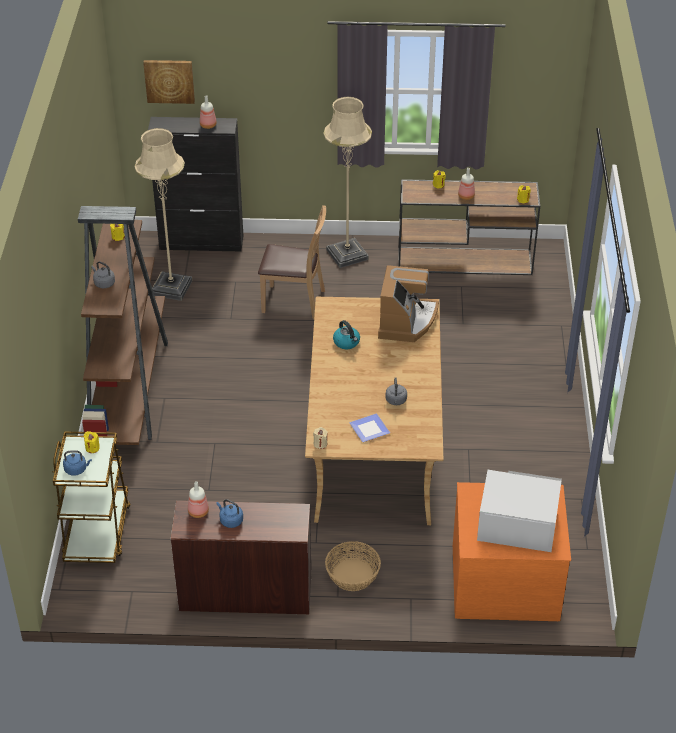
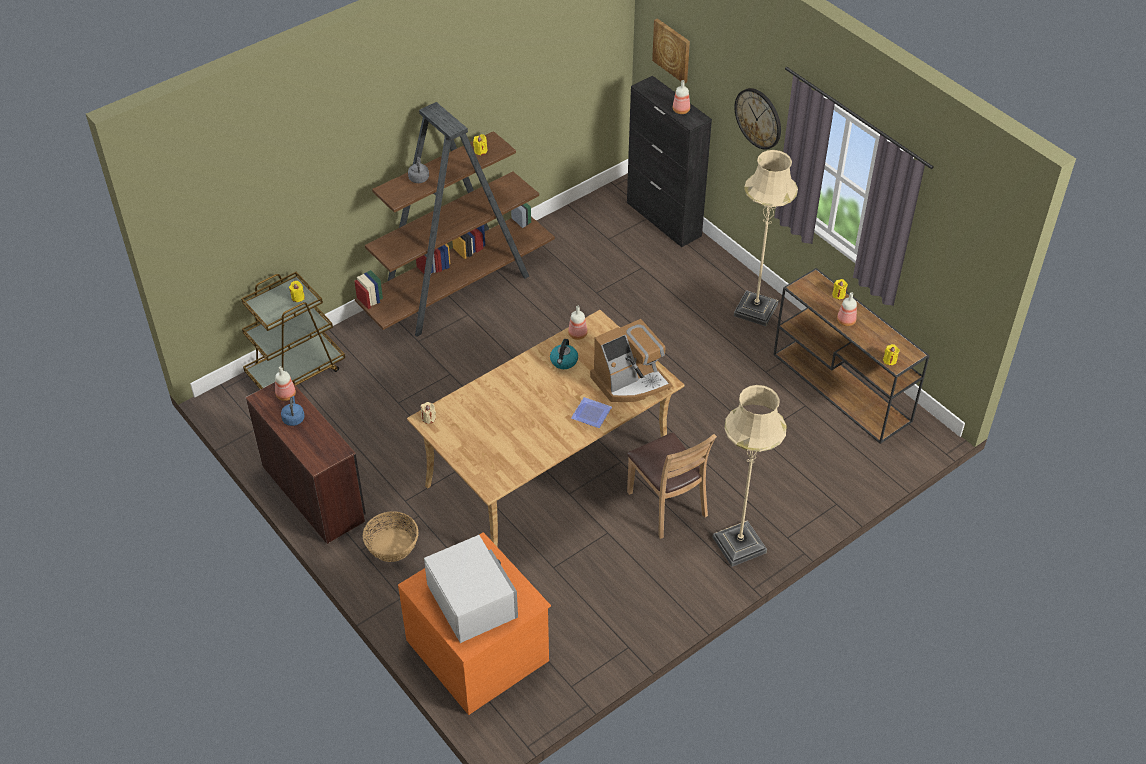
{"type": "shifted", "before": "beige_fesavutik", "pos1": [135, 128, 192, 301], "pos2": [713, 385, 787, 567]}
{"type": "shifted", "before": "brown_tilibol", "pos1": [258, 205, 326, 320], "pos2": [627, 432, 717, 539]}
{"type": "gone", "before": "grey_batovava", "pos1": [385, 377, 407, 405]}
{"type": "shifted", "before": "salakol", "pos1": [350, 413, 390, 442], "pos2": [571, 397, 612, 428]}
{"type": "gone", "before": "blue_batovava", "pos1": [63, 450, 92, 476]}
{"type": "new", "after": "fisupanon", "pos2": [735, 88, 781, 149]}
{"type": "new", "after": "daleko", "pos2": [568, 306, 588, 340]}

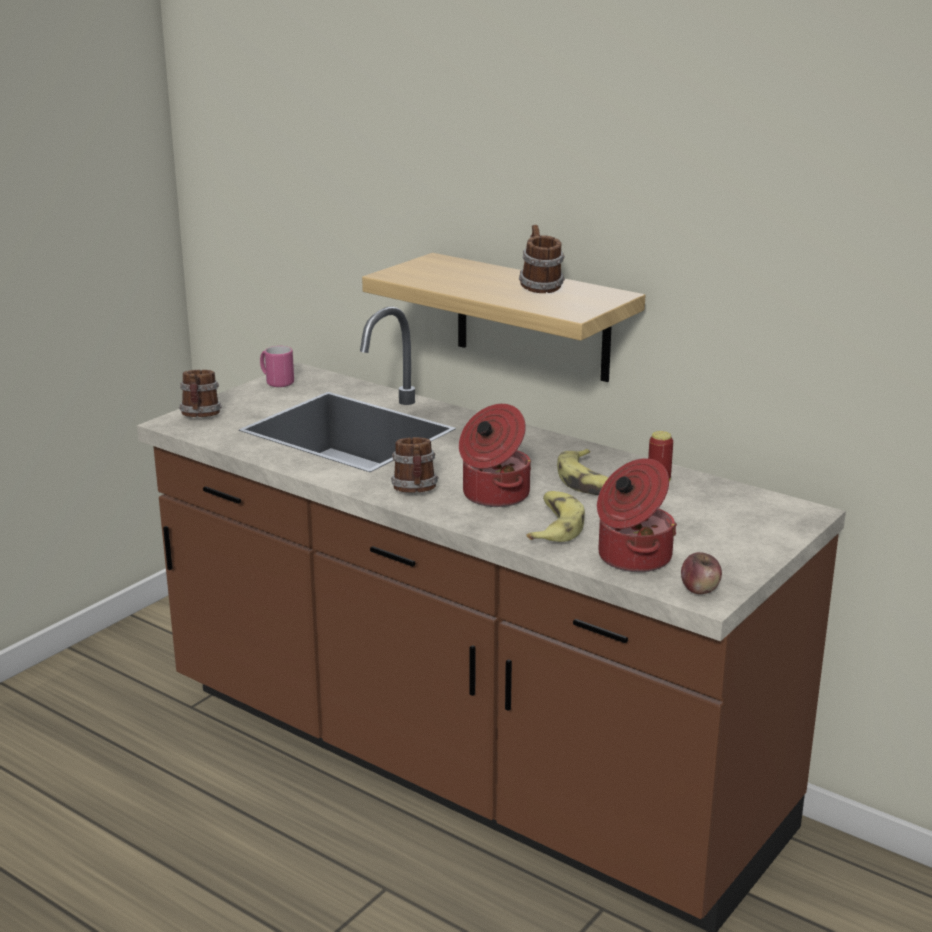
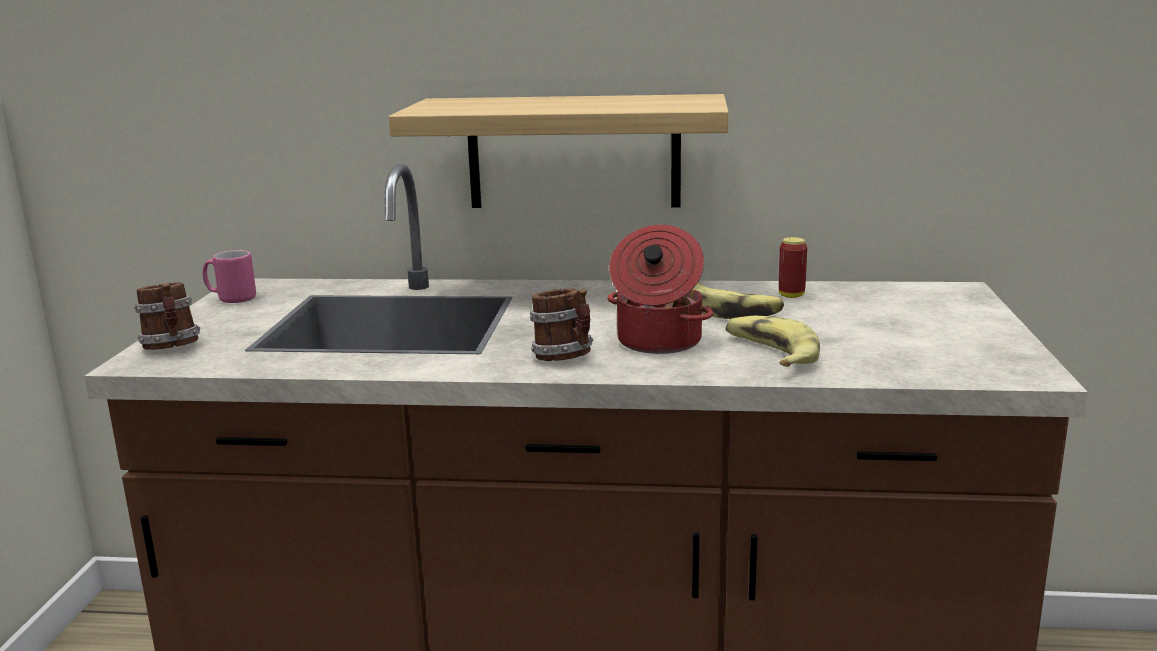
{"type": "gone", "before": "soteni", "pos1": [519, 225, 565, 293]}
{"type": "gone", "before": "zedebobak", "pos1": [597, 458, 677, 572]}
{"type": "gone", "before": "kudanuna", "pos1": [681, 552, 722, 594]}

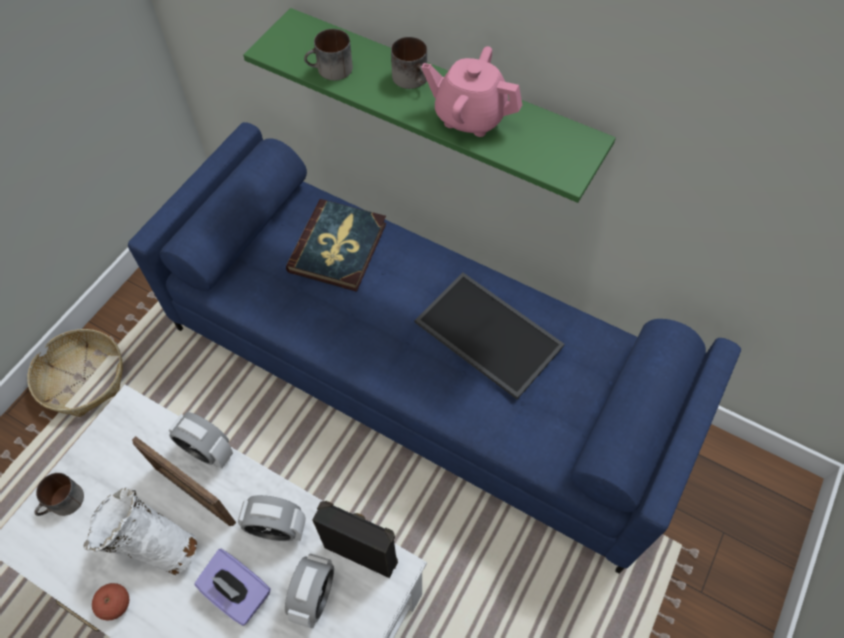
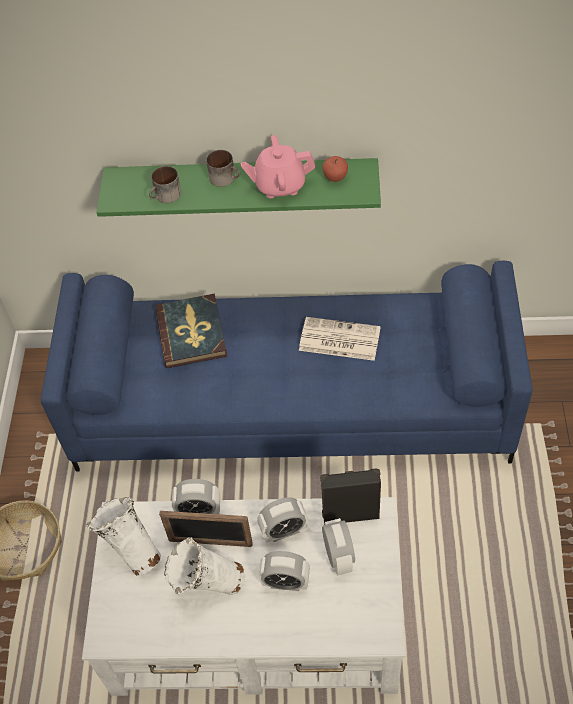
{"type": "swapped", "before": "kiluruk", "after": "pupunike", "pos1": [415, 273, 565, 399], "pos2": [299, 317, 381, 361]}
{"type": "gone", "before": "soteni", "pos1": [34, 473, 84, 516]}
{"type": "swapped", "before": "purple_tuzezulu", "after": "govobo", "pos1": [195, 549, 271, 626], "pos2": [258, 551, 310, 591]}
{"type": "shifted", "before": "kudanuna", "pos1": [92, 583, 129, 620], "pos2": [322, 156, 348, 182]}
{"type": "new", "after": "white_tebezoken", "pos2": [86, 497, 161, 576]}

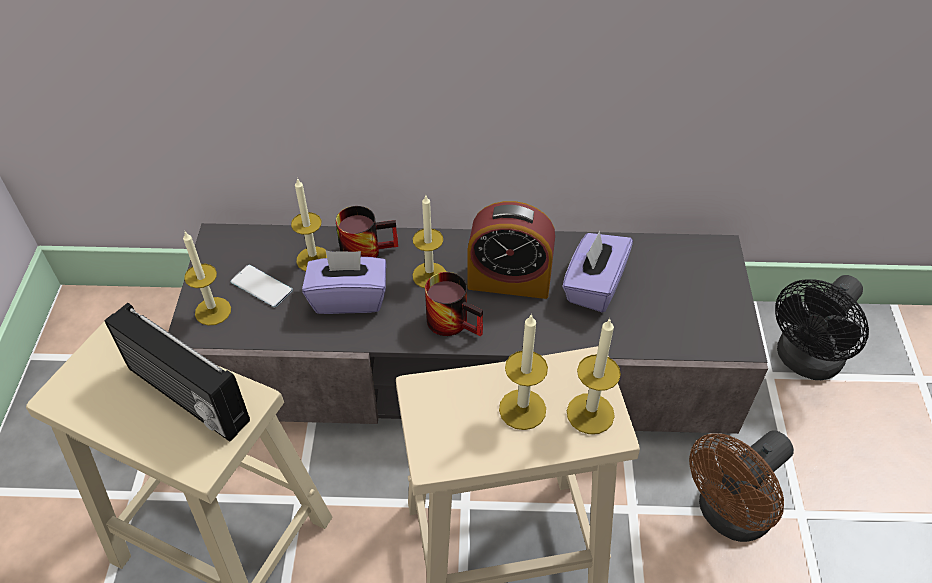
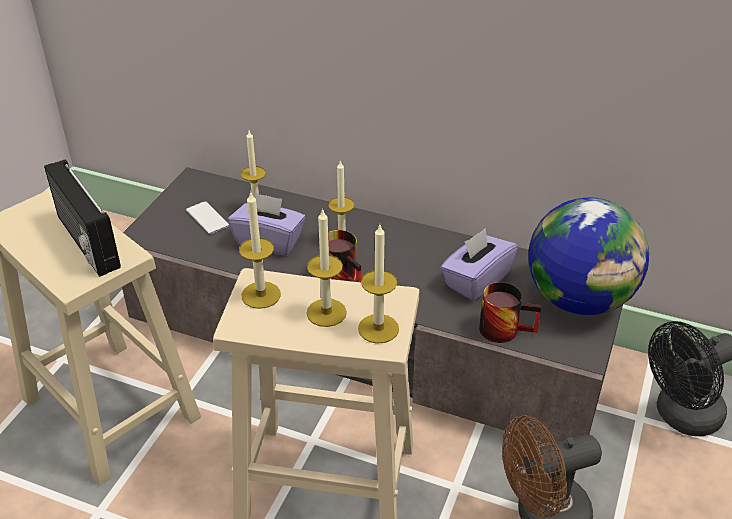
{"type": "gone", "before": "govobo", "pos1": [468, 201, 555, 299]}
{"type": "shifted", "before": "soteni", "pos1": [336, 206, 398, 258], "pos2": [479, 282, 541, 343]}
{"type": "shifted", "before": "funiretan", "pos1": [183, 232, 231, 326], "pos2": [239, 191, 281, 309]}
{"type": "new", "after": "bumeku", "pos2": [528, 197, 649, 315]}

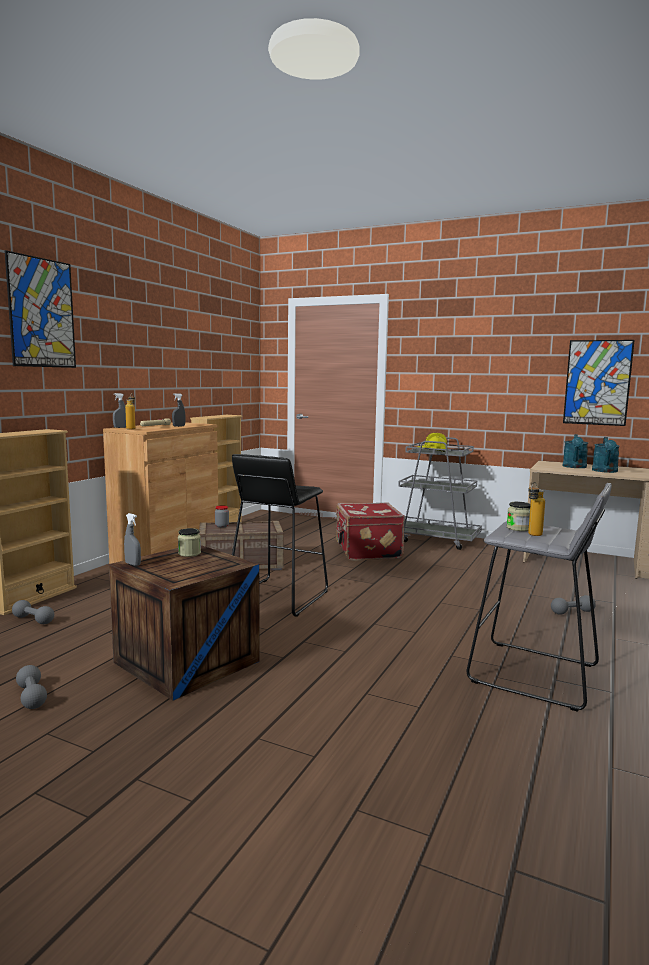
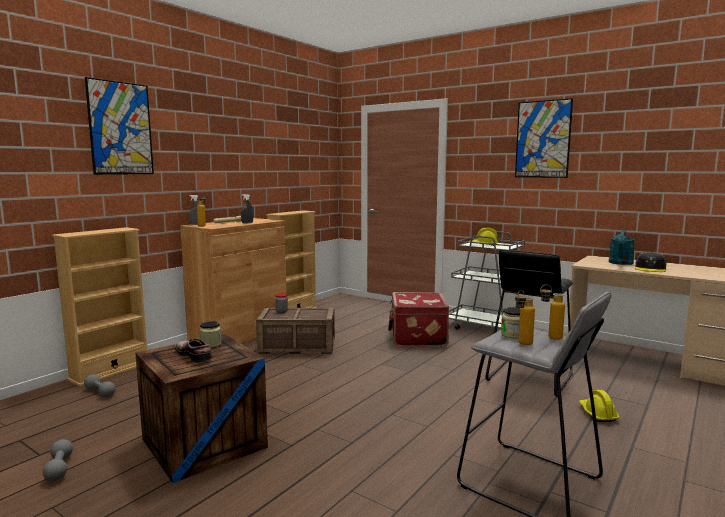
{"type": "shifted", "before": "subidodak", "pos1": [563, 340, 635, 426], "pos2": [515, 98, 573, 178]}
{"type": "swapped", "before": "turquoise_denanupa", "after": "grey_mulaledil", "pos1": [592, 437, 620, 473], "pos2": [635, 252, 666, 272]}
{"type": "shifted", "before": "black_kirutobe", "pos1": [232, 454, 328, 617], "pos2": [485, 250, 573, 397]}
{"type": "gone", "before": "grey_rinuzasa", "pos1": [124, 513, 141, 566]}
{"type": "swapped", "before": "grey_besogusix", "after": "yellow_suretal", "pos1": [551, 595, 596, 615], "pos2": [579, 390, 620, 422]}
{"type": "new", "after": "daleko", "pos2": [540, 285, 565, 340]}
{"type": "new", "after": "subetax", "pos2": [175, 338, 212, 363]}

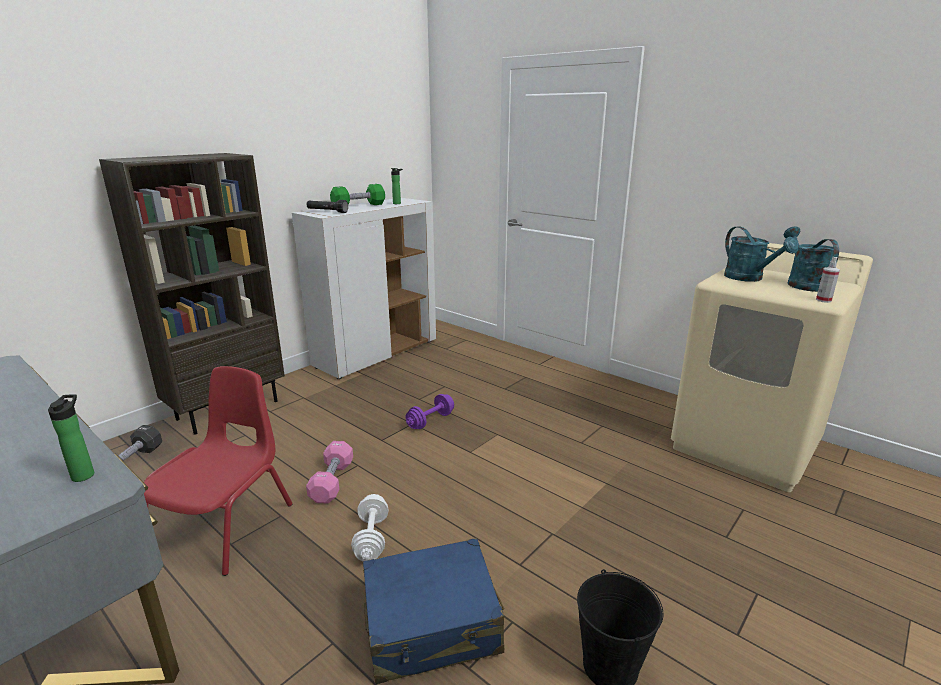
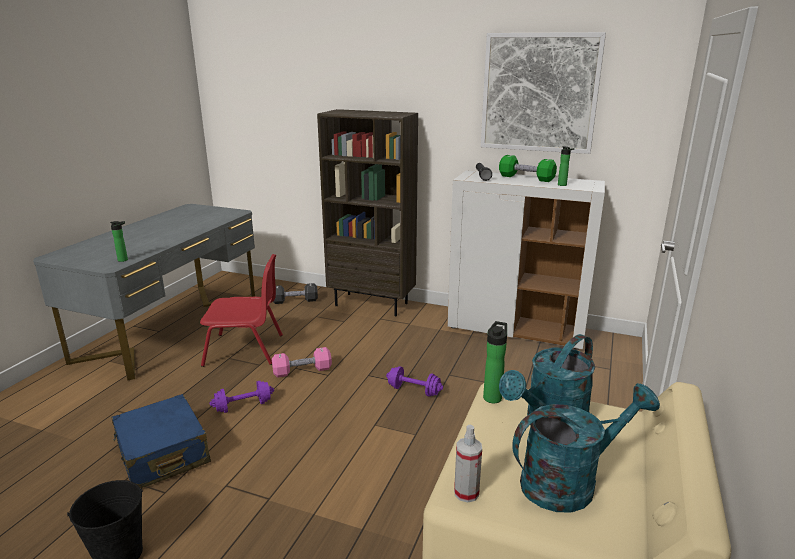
{"type": "repainted", "before": "white_besogusix", "after": "purple_besogusix", "pos1": [351, 494, 389, 561], "pos2": [209, 381, 274, 413]}
{"type": "new", "after": "subidodak", "pos2": [481, 32, 606, 154]}
{"type": "new", "after": "daleko", "pos2": [483, 321, 507, 403]}

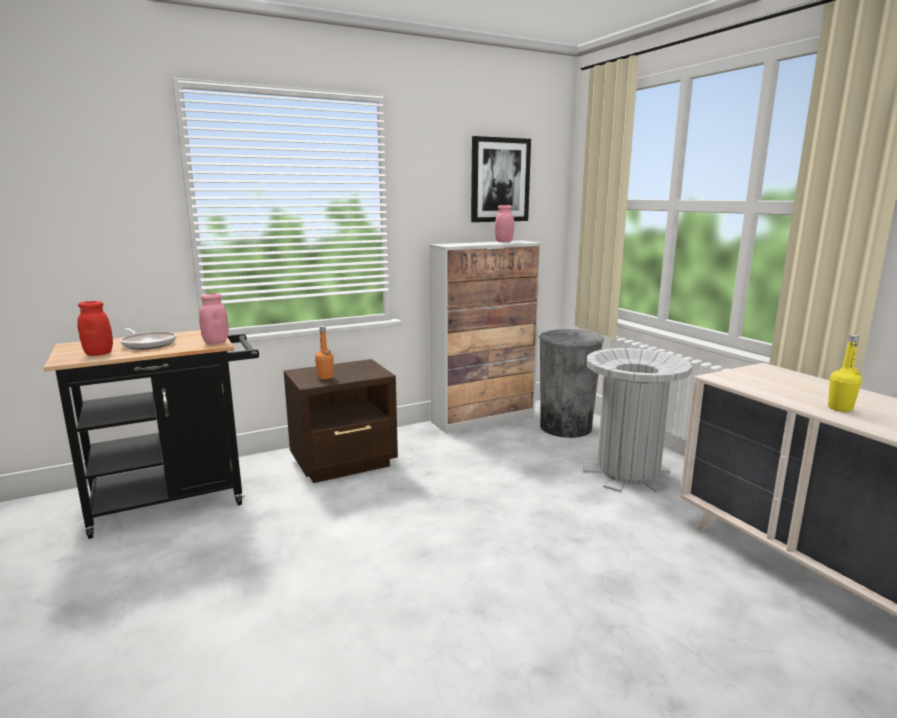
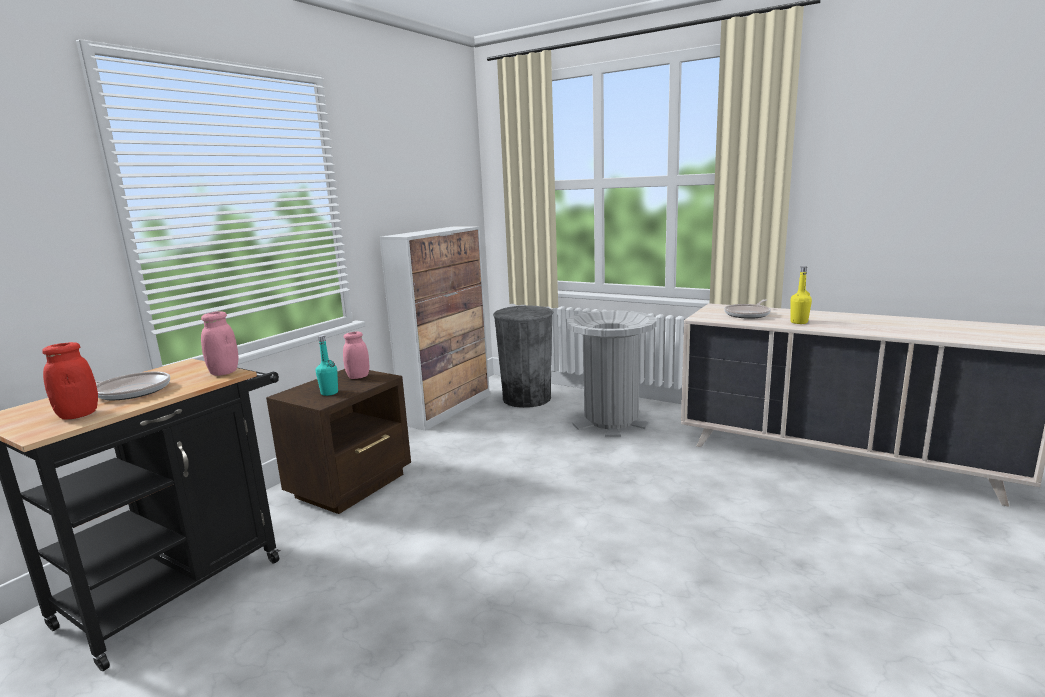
{"type": "gone", "before": "subidodak", "pos1": [471, 136, 531, 222]}
{"type": "shifted", "before": "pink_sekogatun", "pos1": [495, 205, 514, 242], "pos2": [343, 331, 369, 379]}
{"type": "repainted", "before": "orange_daleko", "after": "turquoise_daleko", "pos1": [315, 326, 334, 379], "pos2": [315, 335, 338, 396]}
{"type": "new", "after": "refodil", "pos2": [724, 299, 771, 319]}

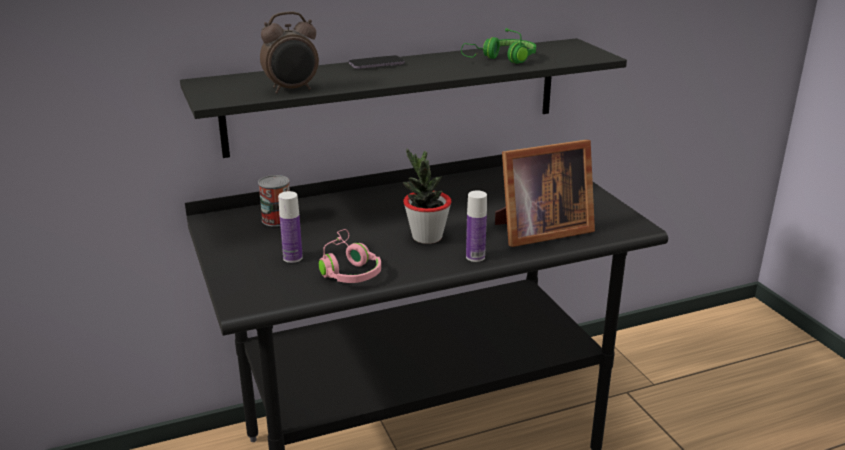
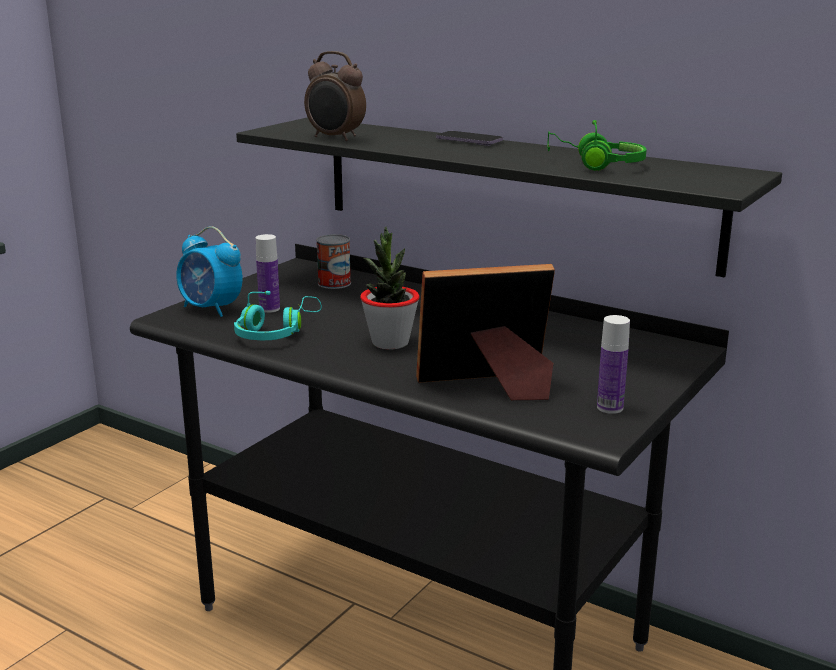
{"type": "rotated", "before": "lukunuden", "pos1": [495, 140, 595, 247], "pos2": [416, 264, 555, 400], "turn": 135}
{"type": "shifted", "before": "daleko", "pos1": [466, 190, 487, 262], "pos2": [597, 315, 630, 414]}
{"type": "repainted", "before": "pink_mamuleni", "after": "turquoise_mamuleni", "pos1": [319, 229, 381, 283], "pos2": [234, 291, 322, 340]}
{"type": "new", "after": "govobo", "pos2": [176, 226, 243, 317]}

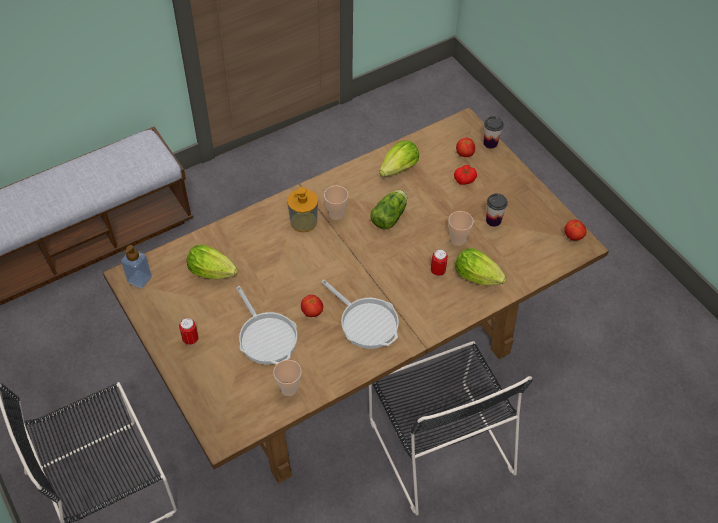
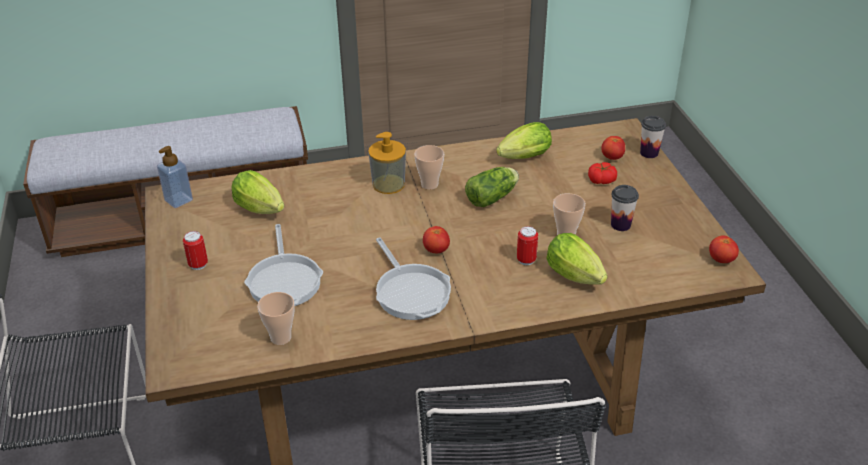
{"type": "shifted", "before": "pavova", "pos1": [301, 295, 323, 317], "pos2": [423, 226, 450, 253]}

